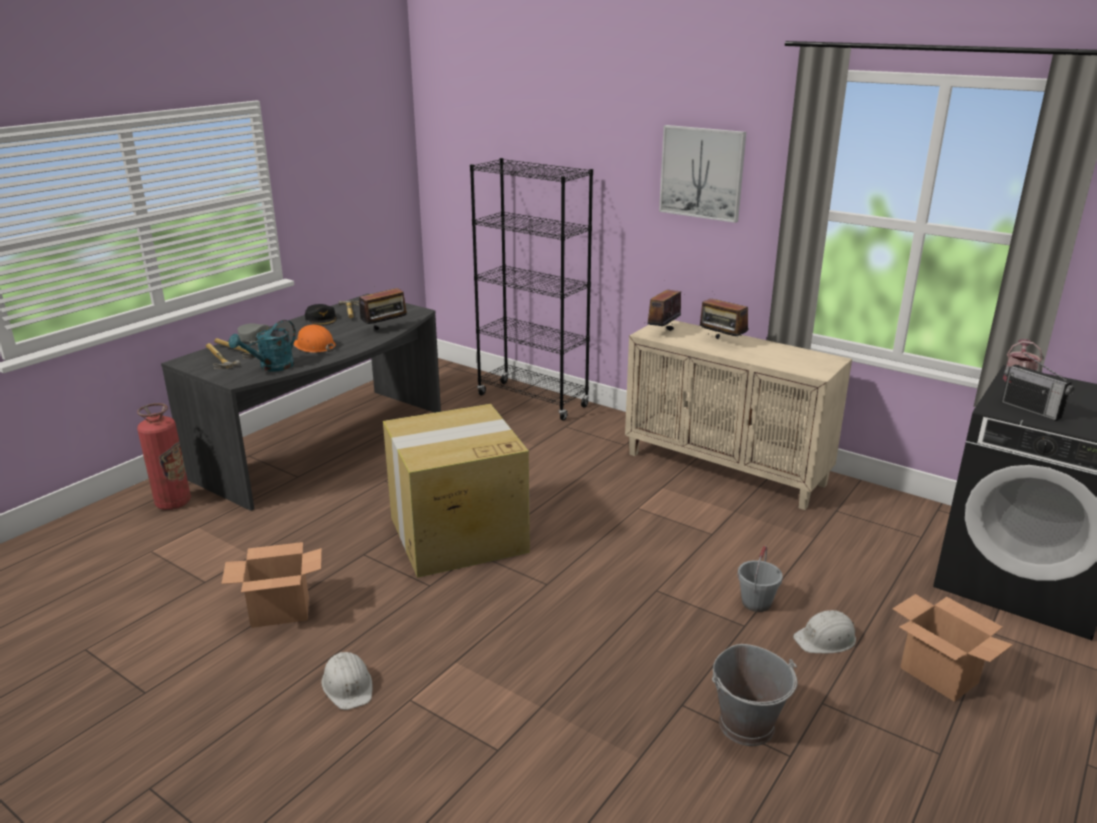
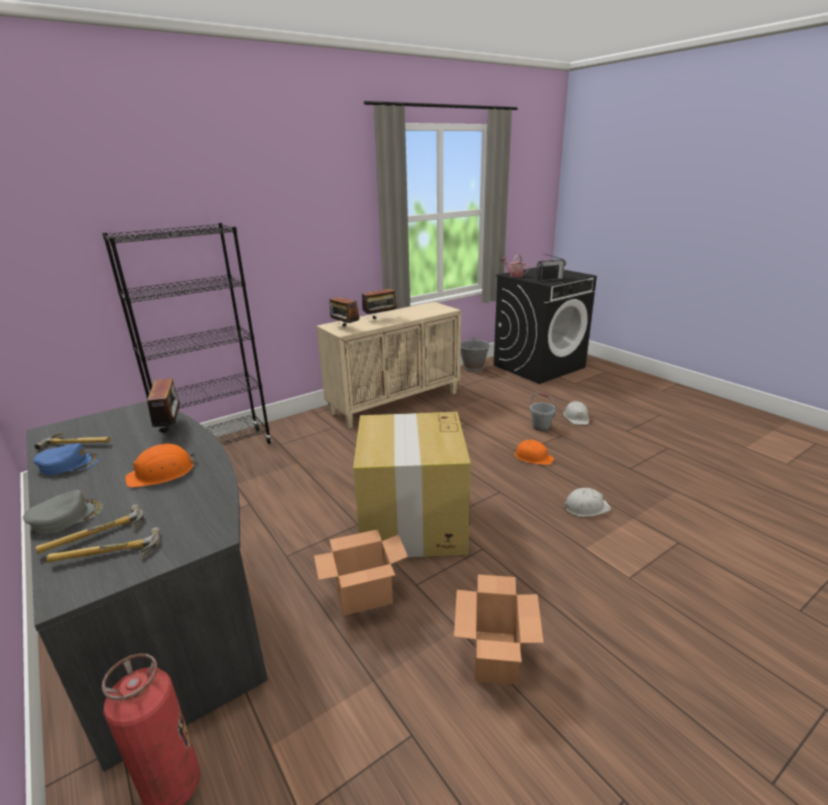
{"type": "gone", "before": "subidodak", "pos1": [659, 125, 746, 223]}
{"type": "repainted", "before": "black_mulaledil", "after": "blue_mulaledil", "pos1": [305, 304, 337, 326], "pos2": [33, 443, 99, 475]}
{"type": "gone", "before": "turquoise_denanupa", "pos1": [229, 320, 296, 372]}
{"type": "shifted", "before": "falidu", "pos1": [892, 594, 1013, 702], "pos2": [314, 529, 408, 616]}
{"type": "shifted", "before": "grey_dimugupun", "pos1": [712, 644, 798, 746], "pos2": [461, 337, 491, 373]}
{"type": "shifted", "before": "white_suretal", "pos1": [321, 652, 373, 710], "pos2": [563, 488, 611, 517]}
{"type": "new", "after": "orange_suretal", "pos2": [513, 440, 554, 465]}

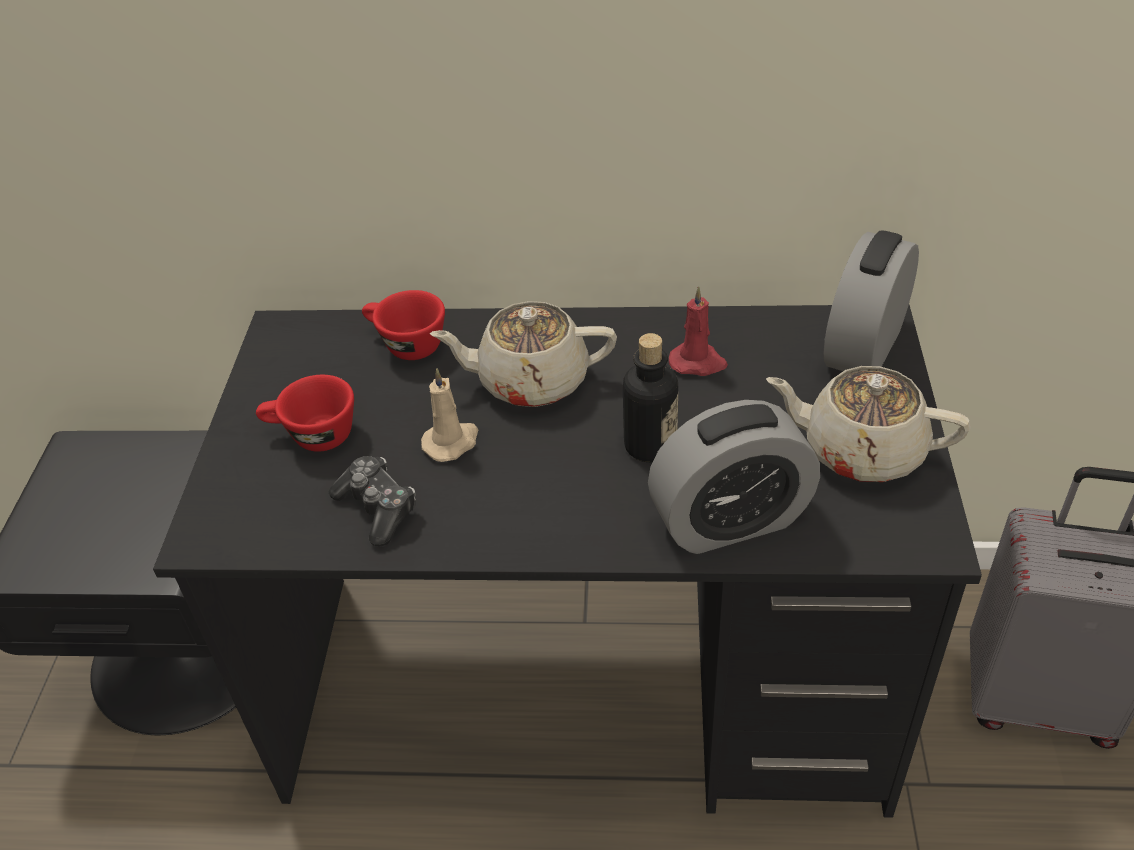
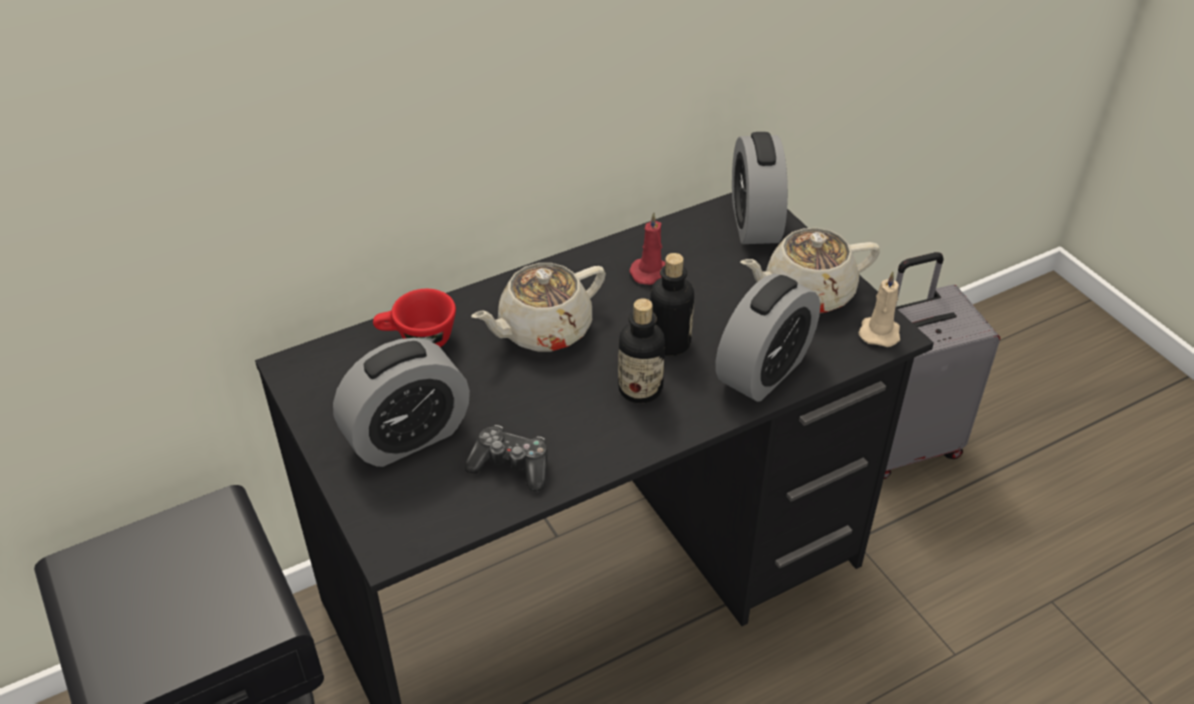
{"type": "shifted", "before": "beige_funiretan", "pos1": [421, 368, 478, 462], "pos2": [858, 271, 900, 347]}
{"type": "swapped", "before": "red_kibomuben", "after": "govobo", "pos1": [256, 375, 354, 452], "pos2": [333, 338, 470, 467]}
{"type": "new", "after": "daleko", "pos2": [618, 298, 665, 403]}

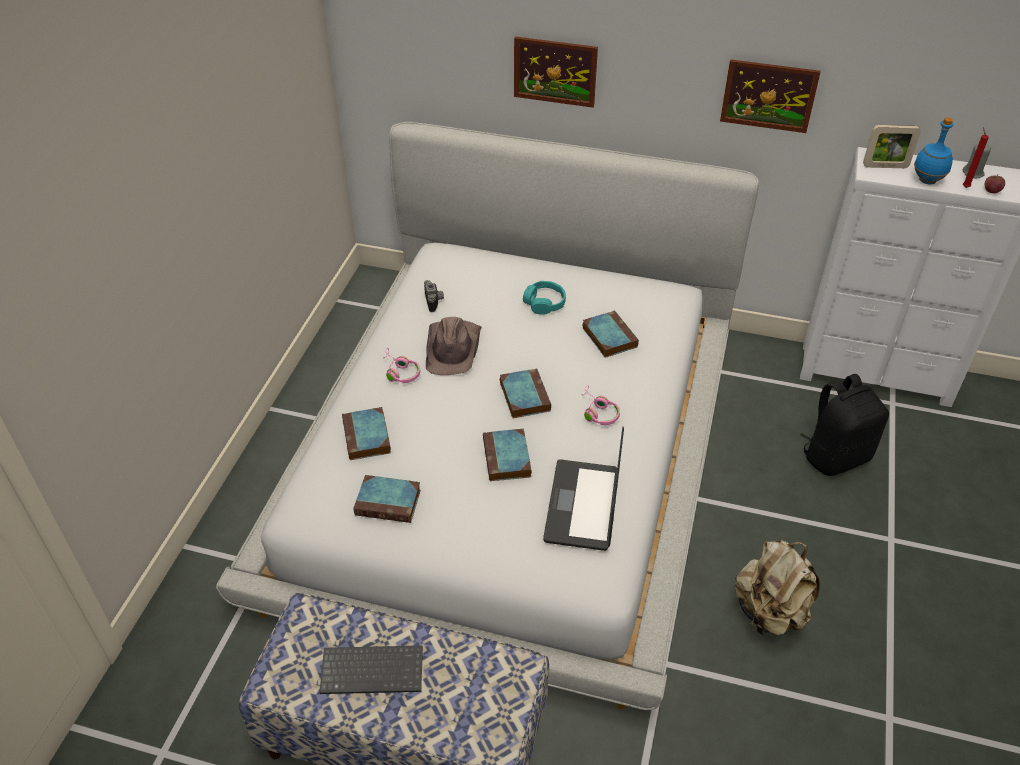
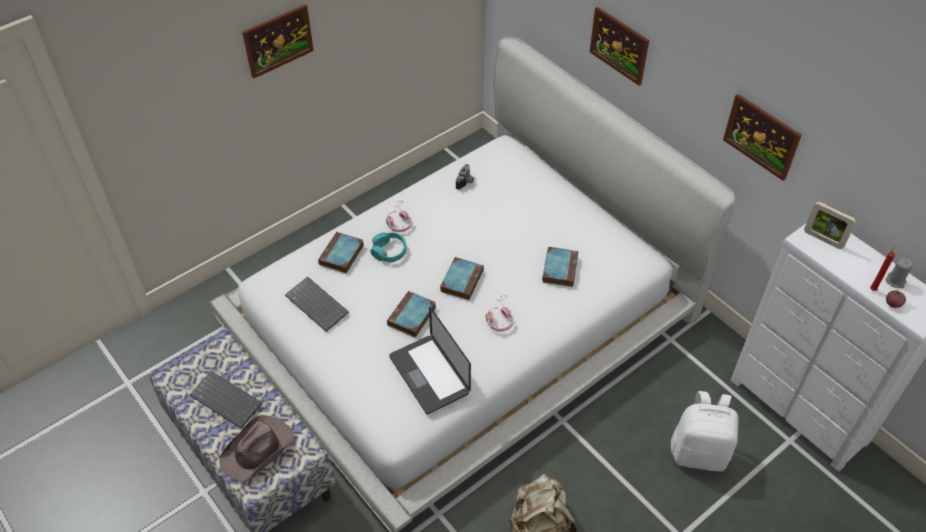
{"type": "gone", "before": "blue_daleko", "pos1": [914, 117, 953, 184]}
{"type": "shifted", "before": "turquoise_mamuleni", "pos1": [523, 281, 566, 315], "pos2": [370, 232, 406, 262]}
{"type": "shifted", "before": "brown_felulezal", "pos1": [426, 317, 482, 375], "pos2": [220, 415, 295, 482]}
{"type": "repainted", "before": "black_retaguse", "after": "white_retaguse", "pos1": [800, 374, 889, 476], "pos2": [671, 391, 738, 471]}
{"type": "rotated", "before": "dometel", "pos1": [543, 427, 624, 551], "pos2": [389, 306, 471, 414], "turn": -75}
{"type": "swapped", "before": "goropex", "after": "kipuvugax", "pos1": [353, 475, 421, 523], "pos2": [285, 277, 349, 332]}
{"type": "new", "after": "subidodak", "pos2": [242, 4, 314, 79]}

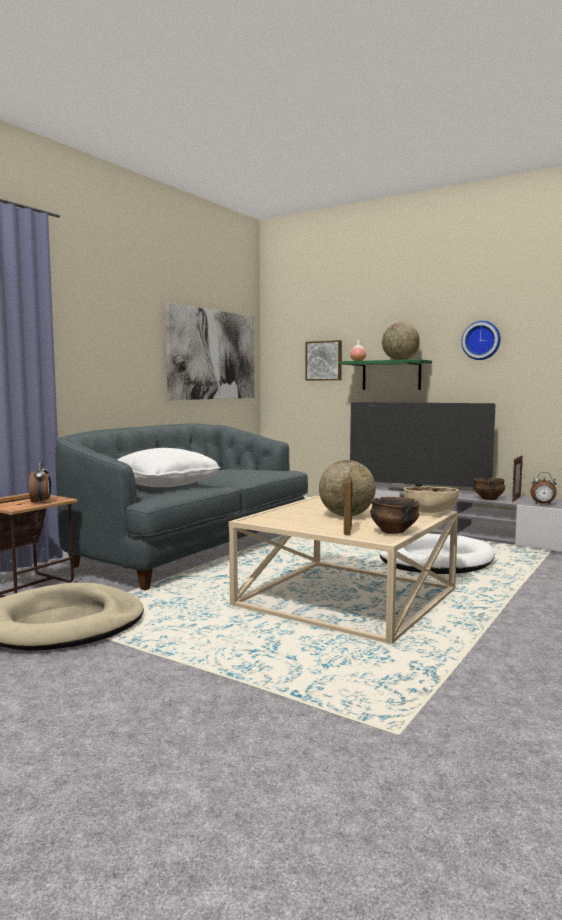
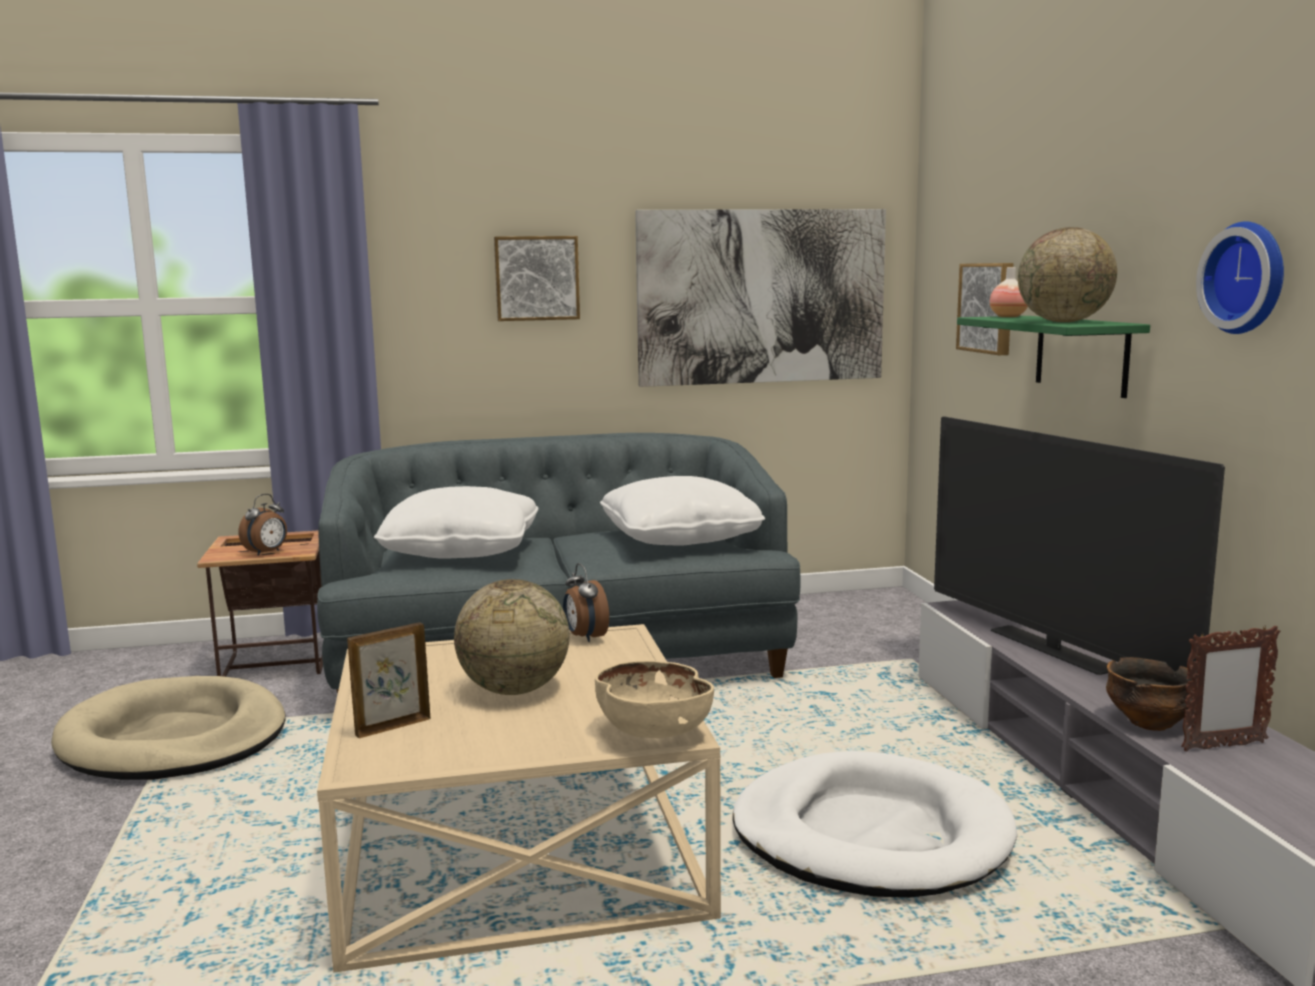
{"type": "shifted", "before": "govobo", "pos1": [530, 472, 557, 504], "pos2": [563, 563, 609, 642]}
{"type": "gone", "before": "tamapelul", "pos1": [370, 497, 420, 534]}
{"type": "new", "after": "subidodak", "pos2": [494, 236, 580, 321]}
{"type": "new", "after": "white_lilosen", "pos2": [600, 476, 765, 546]}

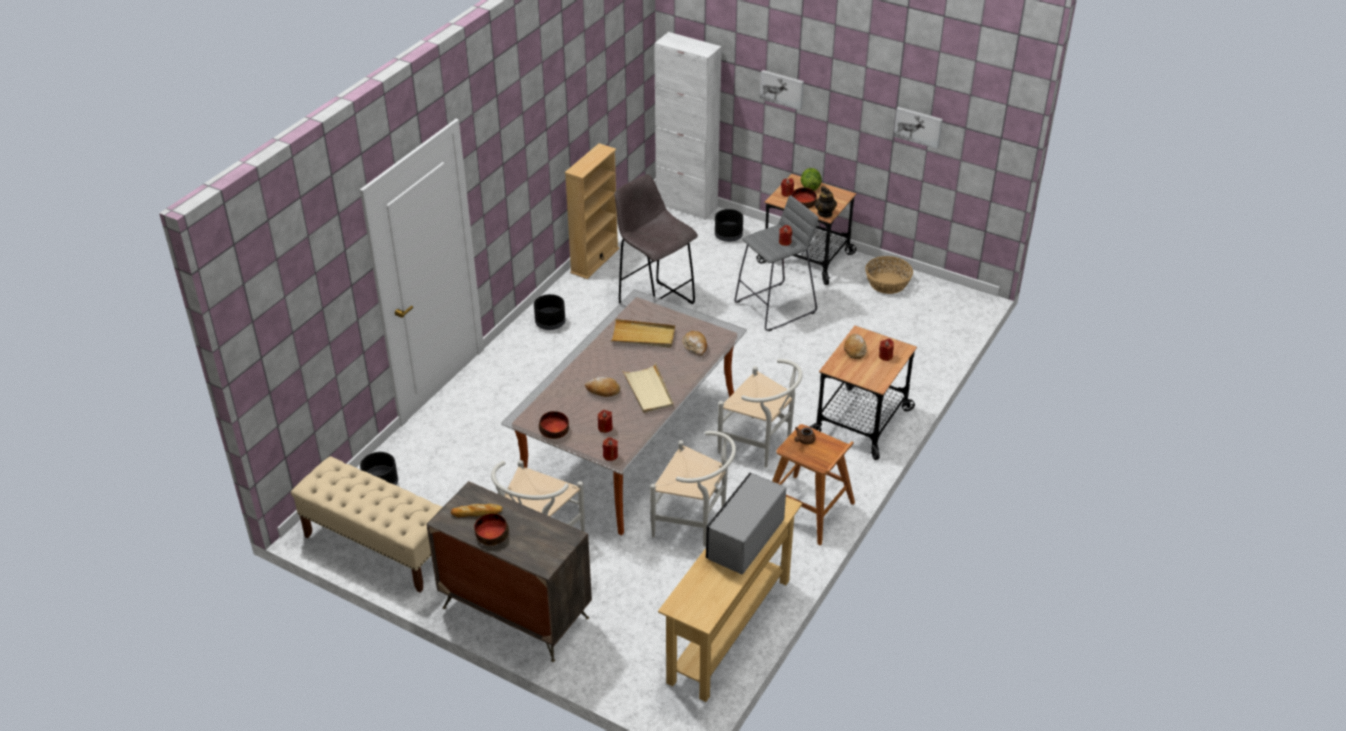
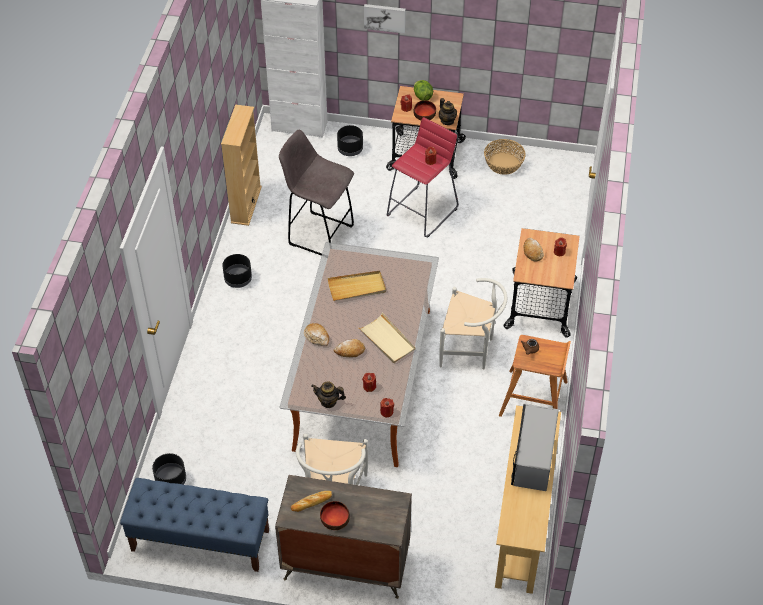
{"type": "gone", "before": "subidodak", "pos1": [893, 107, 943, 149]}
{"type": "repainted", "before": "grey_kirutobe", "after": "red_kirutobe", "pos1": [734, 195, 818, 331], "pos2": [387, 117, 459, 237]}
{"type": "shifted", "before": "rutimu", "pos1": [682, 331, 707, 356], "pos2": [304, 323, 329, 346]}
{"type": "swapped", "before": "tamapelul", "after": "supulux", "pos1": [539, 411, 569, 439], "pos2": [311, 382, 346, 408]}
{"type": "gone", "before": "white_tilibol", "pos1": [650, 431, 736, 547]}
{"type": "repainted", "before": "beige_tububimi", "after": "blue_tububimi", "pos1": [291, 456, 443, 593], "pos2": [120, 478, 269, 572]}

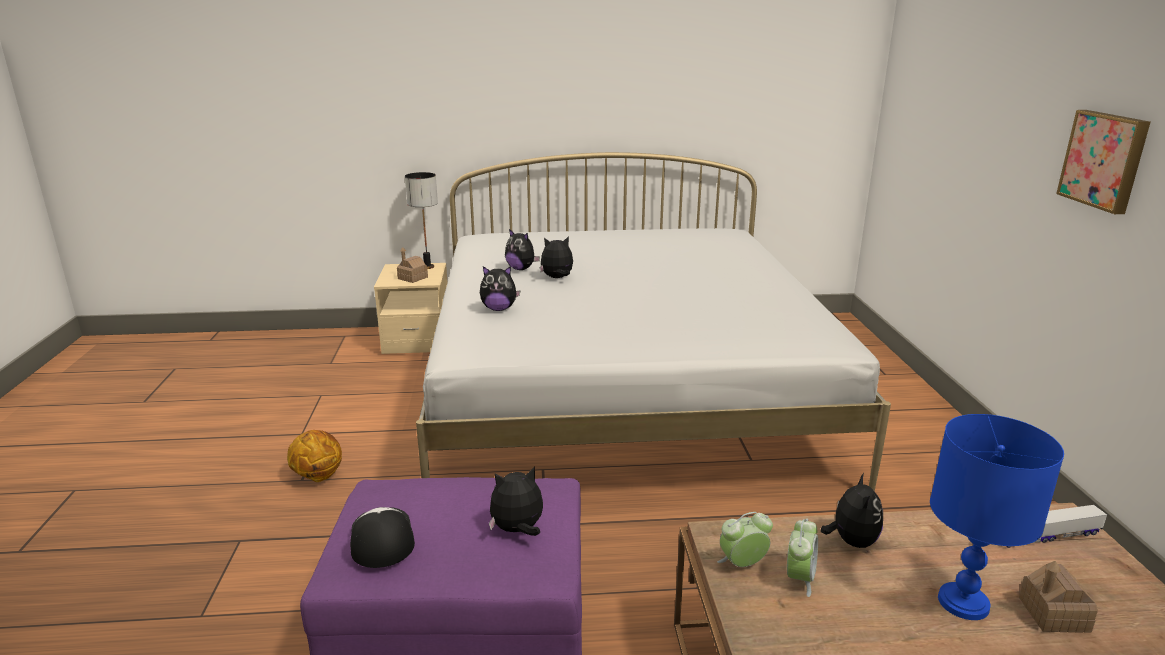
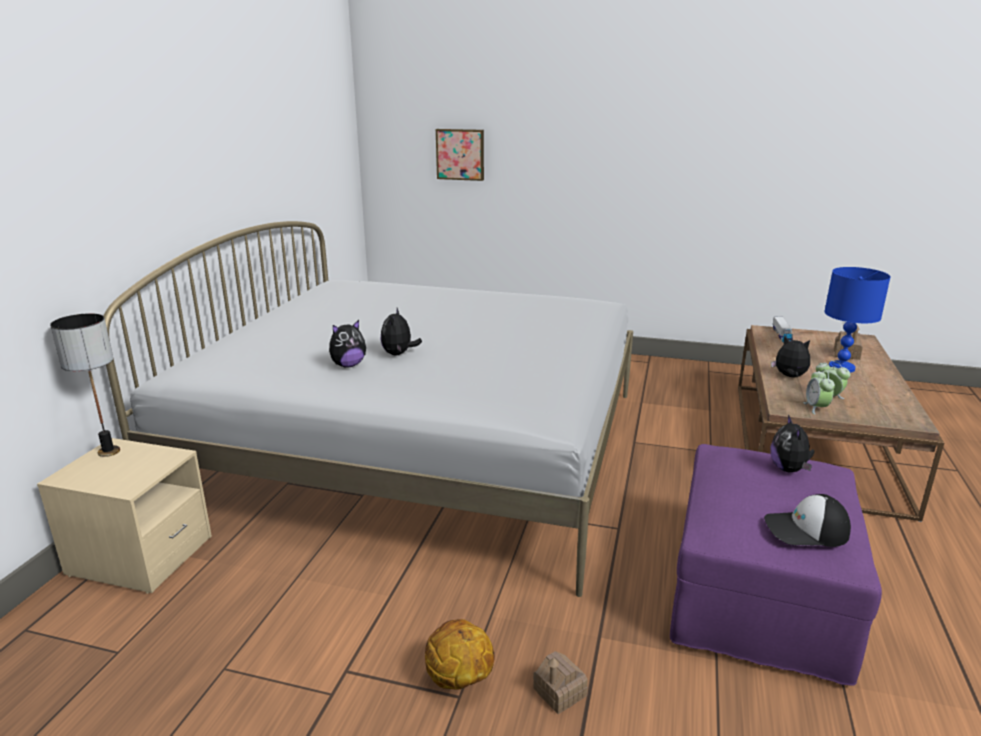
{"type": "shifted", "before": "subidodak", "pos1": [1056, 110, 1150, 214], "pos2": [436, 129, 484, 181]}
{"type": "shifted", "before": "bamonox", "pos1": [397, 247, 428, 283], "pos2": [533, 651, 588, 714]}
{"type": "gone", "before": "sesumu", "pos1": [480, 266, 520, 311]}

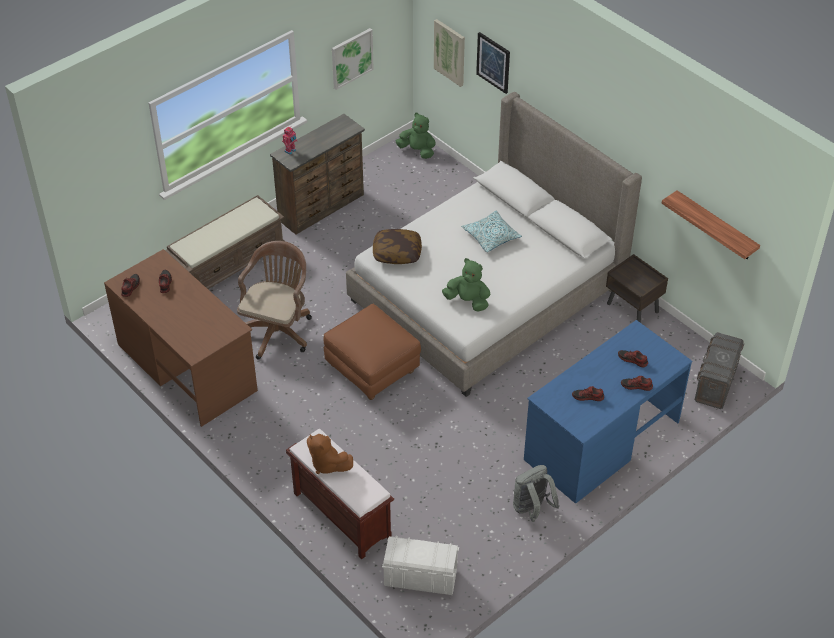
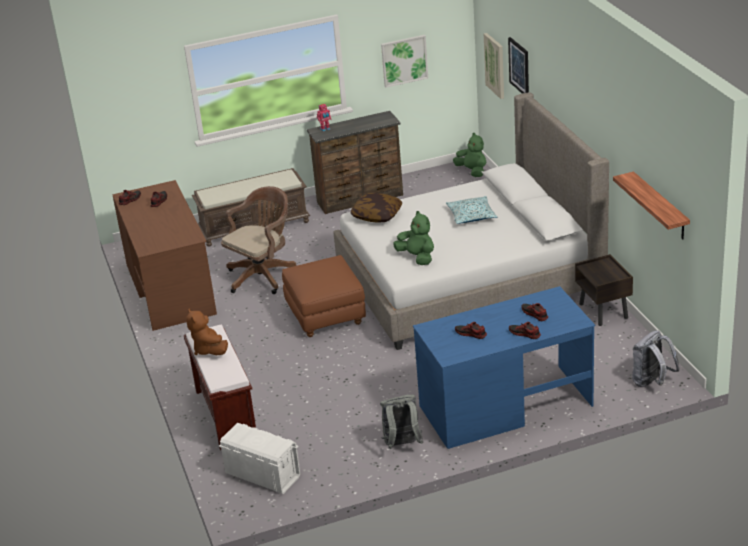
{"type": "swapped", "before": "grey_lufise", "after": "grey_retaguse", "pos1": [695, 332, 744, 409], "pos2": [632, 330, 680, 387]}

